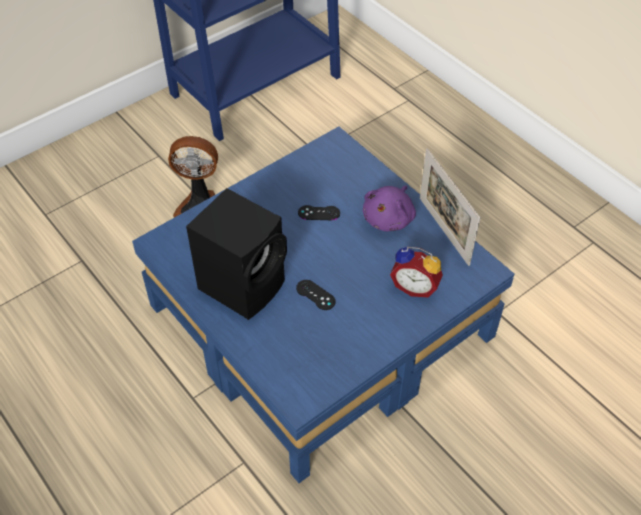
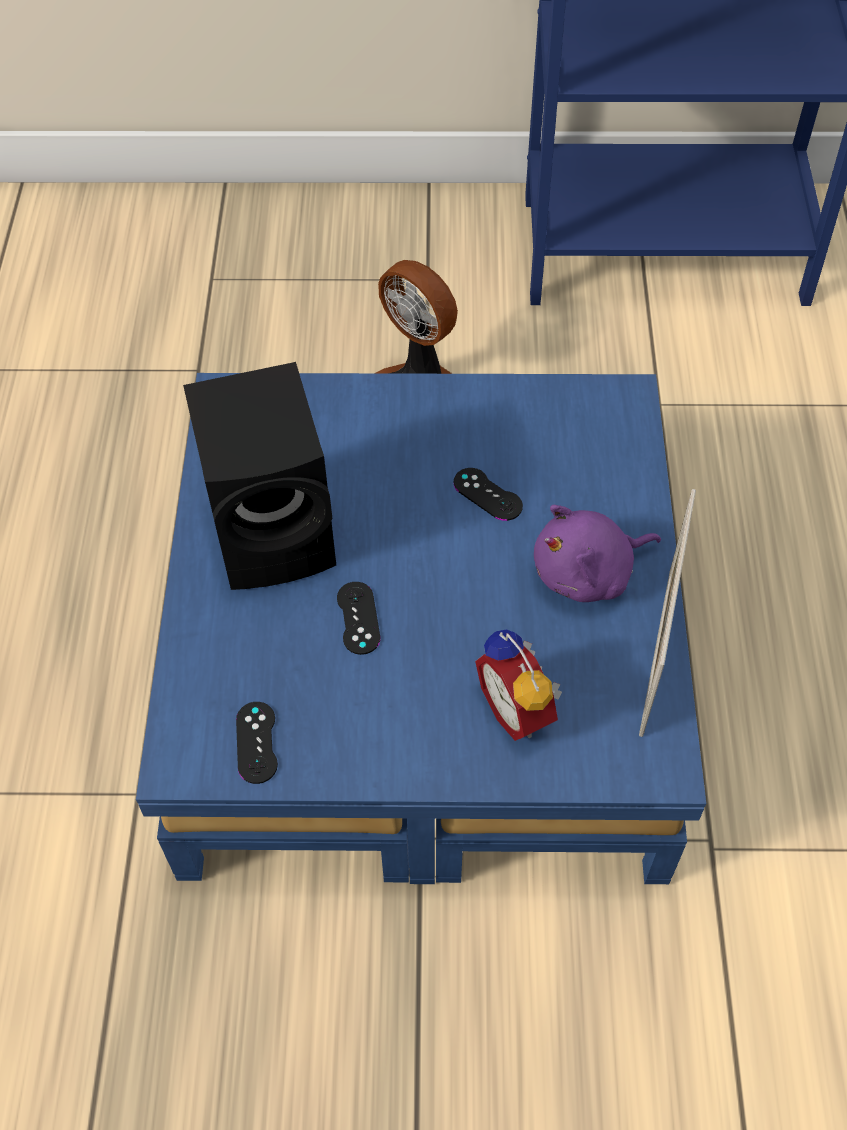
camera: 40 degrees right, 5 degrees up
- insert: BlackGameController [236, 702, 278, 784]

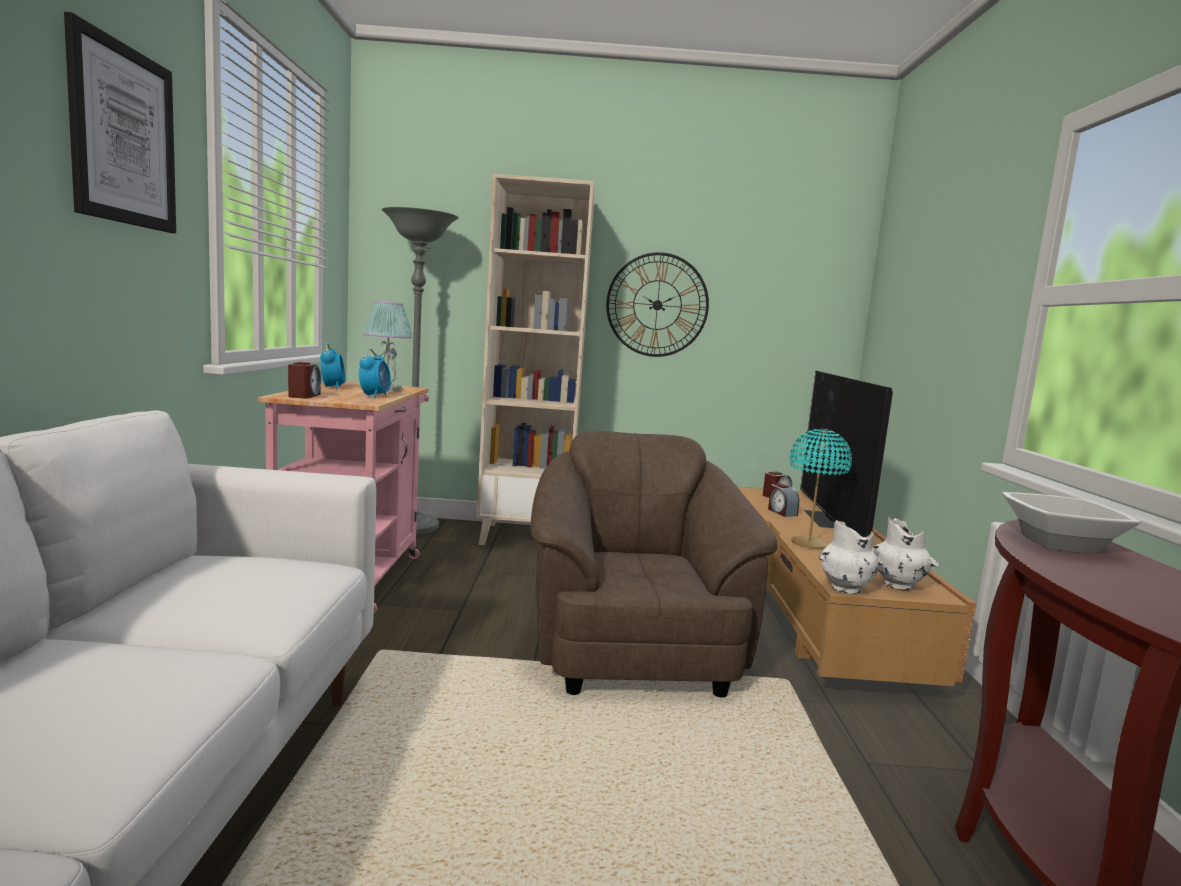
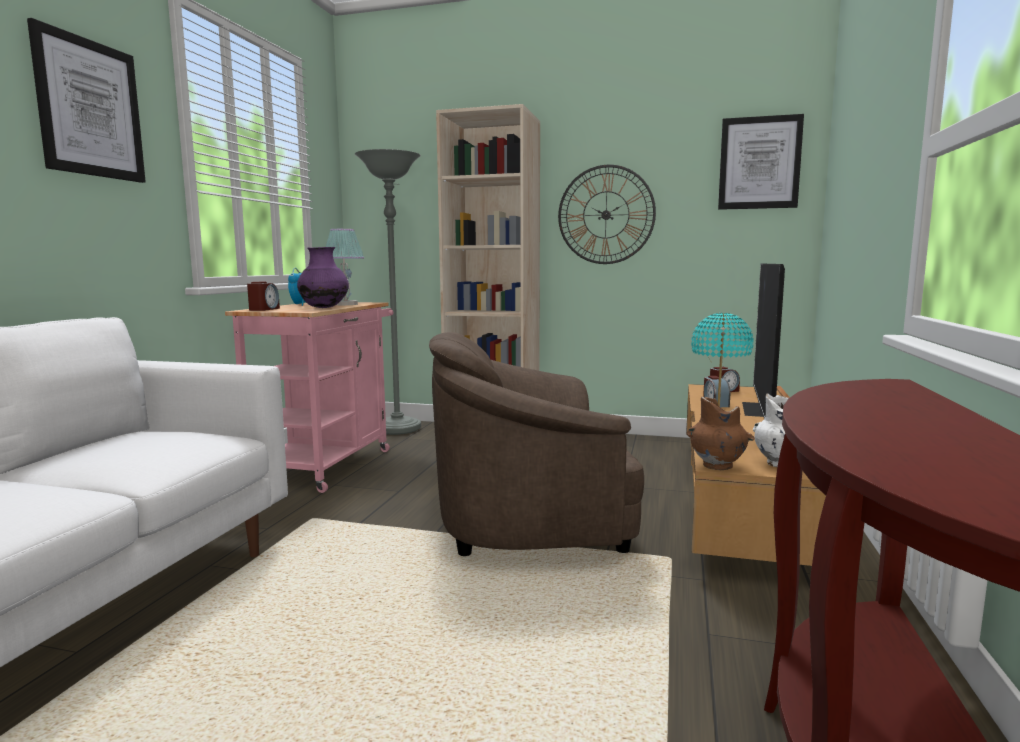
camera: 15 degrees right, 0 degrees up
- delete: Bowl [1002, 492, 1141, 554]
- insert: Picture [718, 114, 804, 210]
- replace: AlarmClock [359, 349, 391, 398] to PurpleVase [297, 247, 349, 308]
- recolor: WhiteVase [819, 520, 883, 594] to BrownVase [687, 397, 755, 470]
- rotate: BrownArmchair [531, 431, 777, 698] = [429, 332, 644, 556] 105 degrees counterclockwise

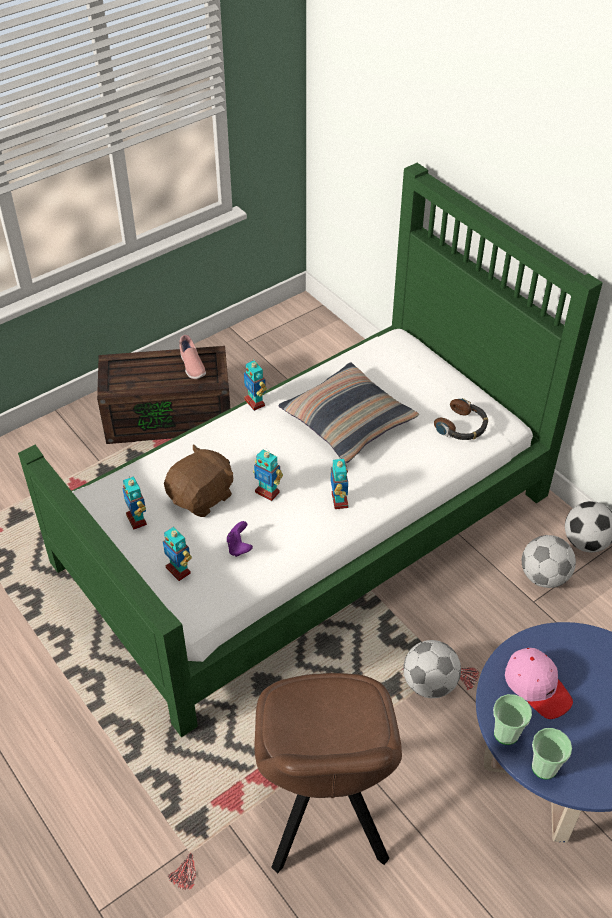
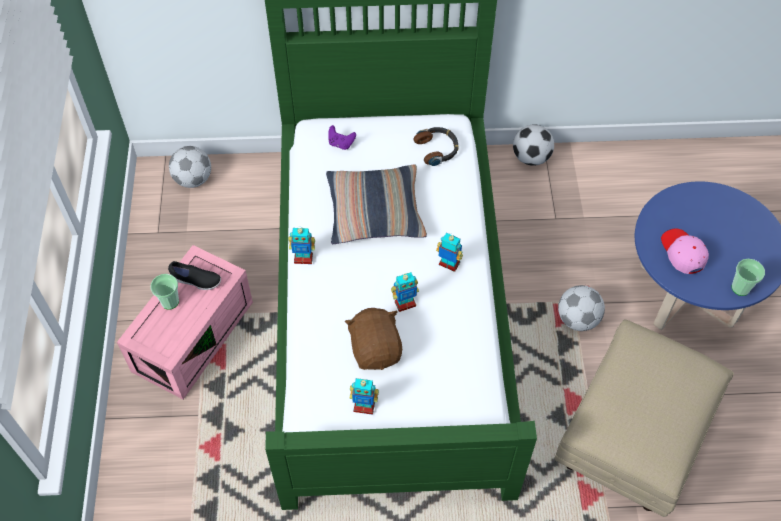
camera: 55 degrees left, 10 degrees up
- delete: ToyRobot [163, 527, 192, 581]
- move: PurpleGameController [227, 521, 253, 557] to [328, 125, 356, 150]
- move: Cup [493, 694, 532, 745] to [151, 274, 179, 310]
- move: Football [522, 535, 576, 588] to [169, 146, 211, 188]
- replace: BrownChair [254, 673, 402, 873] to BeigeOttoman [554, 319, 734, 517]
- recolor: BrownStorageBox [97, 346, 230, 444] to PinkStorageBox [117, 245, 253, 399]
- recolor: PinkShoe [179, 335, 206, 379] to BlackShoe [168, 261, 221, 290]
- rotate: PinkCap [505, 648, 573, 719] = [661, 229, 709, 274] 105 degrees counterclockwise

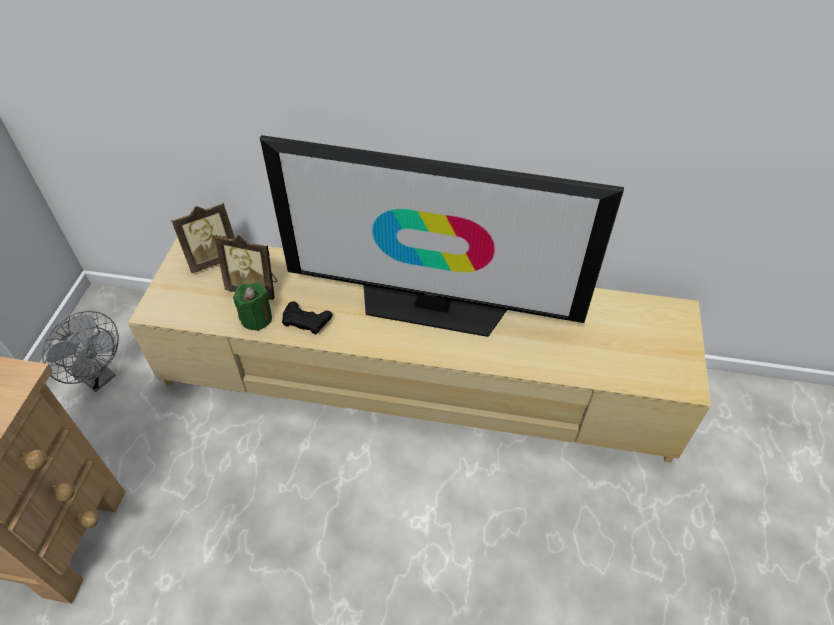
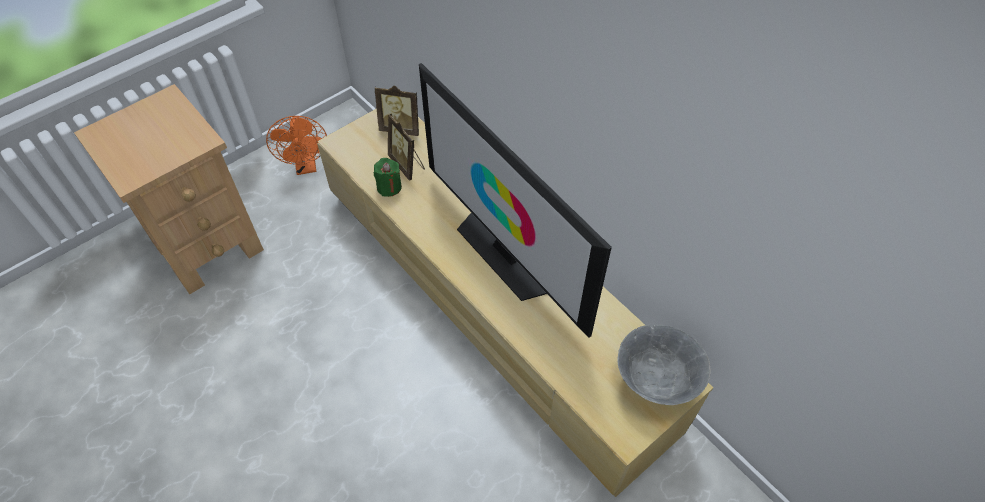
camera: 40 degrees right, 5 degrees up
- delete: BlackGameController [282, 301, 333, 334]
- insert: GreyBowl [618, 325, 711, 405]
- recolor: GreyFan [42, 311, 119, 392] to OrangeFan [266, 116, 327, 175]

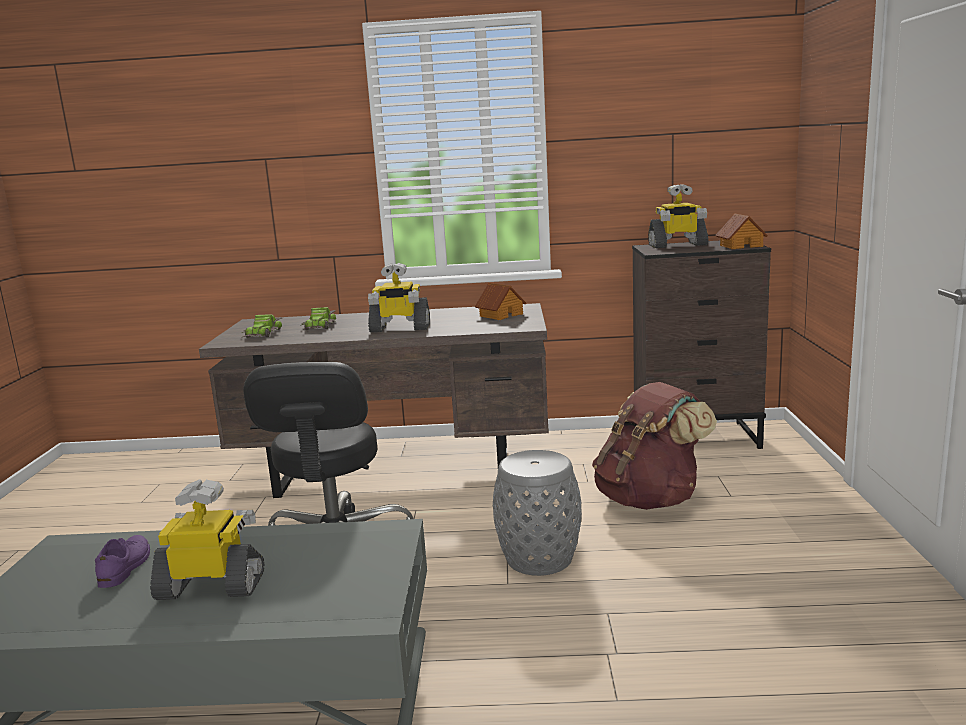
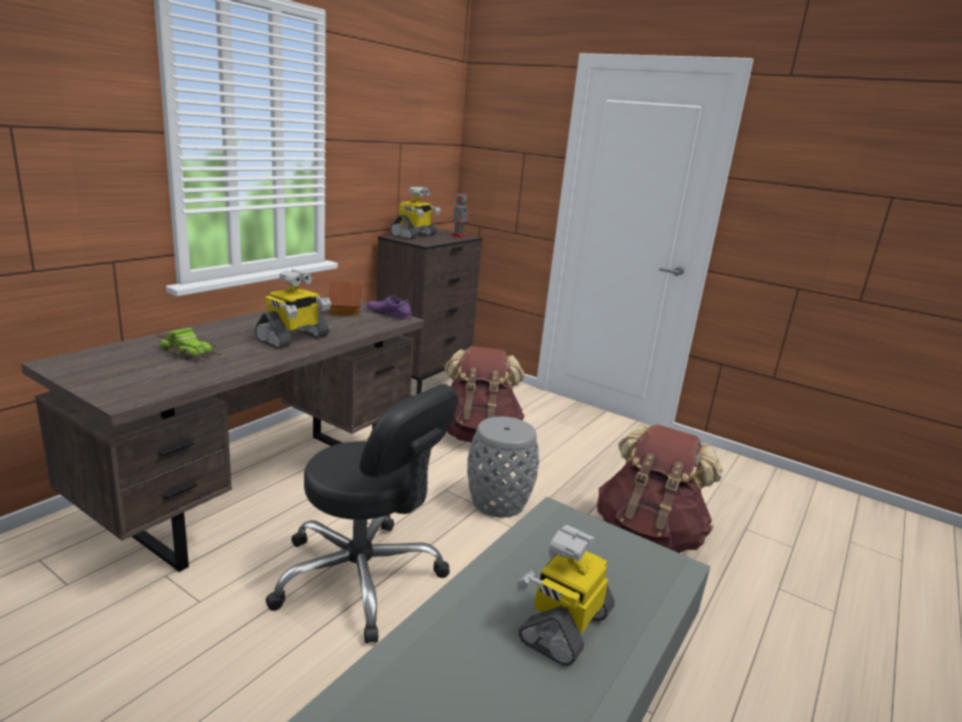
camera: 60 degrees left, 5 degrees up
- delete: ToyCar [241, 314, 283, 338]
- insert: BrownBackpack [597, 424, 723, 553]
- move: PurpleShoe [95, 535, 150, 588] to [367, 295, 412, 319]
- replace: ToyHouse [715, 214, 768, 249] to ToyRobot [451, 191, 469, 238]

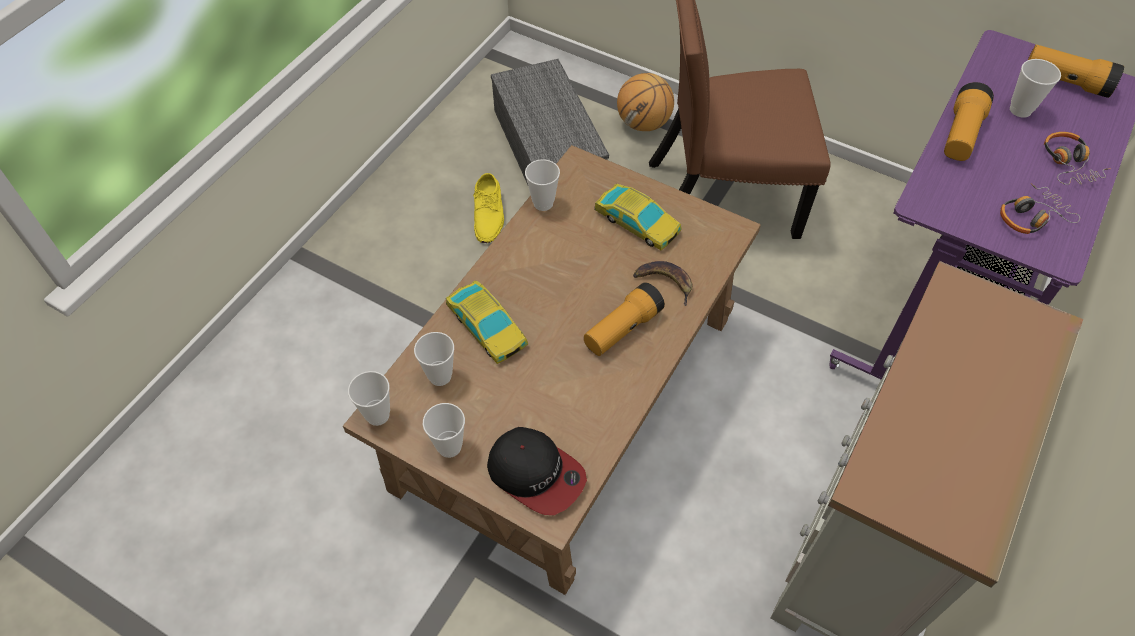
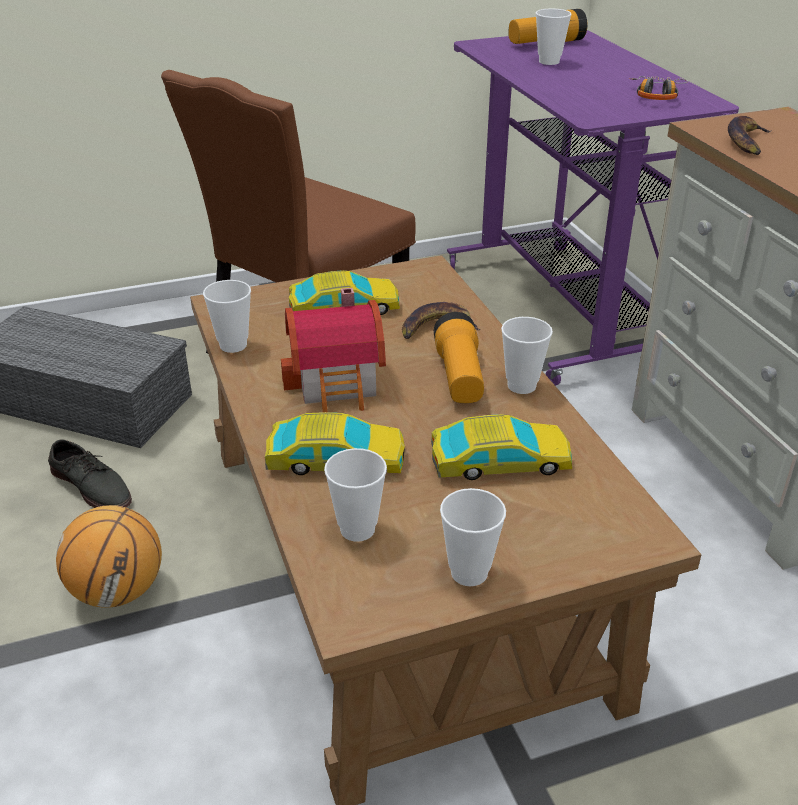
camera: 50 degrees left, 20 degrees down
- delete: Cap [487, 427, 587, 515]
- delete: Flashlight [944, 82, 994, 161]
- delete: Headphones [1044, 132, 1111, 185]
- insert: ToyHouse [281, 288, 386, 412]
- insert: ToyCar [431, 414, 572, 480]
- insert: Banana [728, 116, 772, 155]
- move: Cup [348, 371, 390, 426] to [501, 317, 553, 394]
- move: Basketball [617, 73, 674, 131] to [56, 505, 162, 608]
- recolor: YellowShoe [473, 173, 504, 243] to GreyShoe [48, 439, 132, 508]

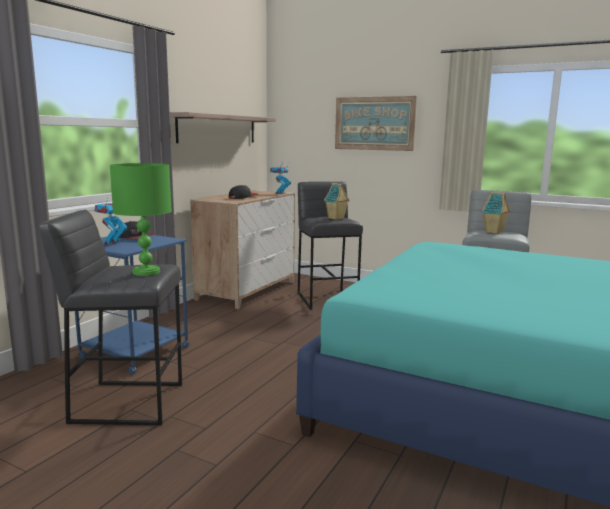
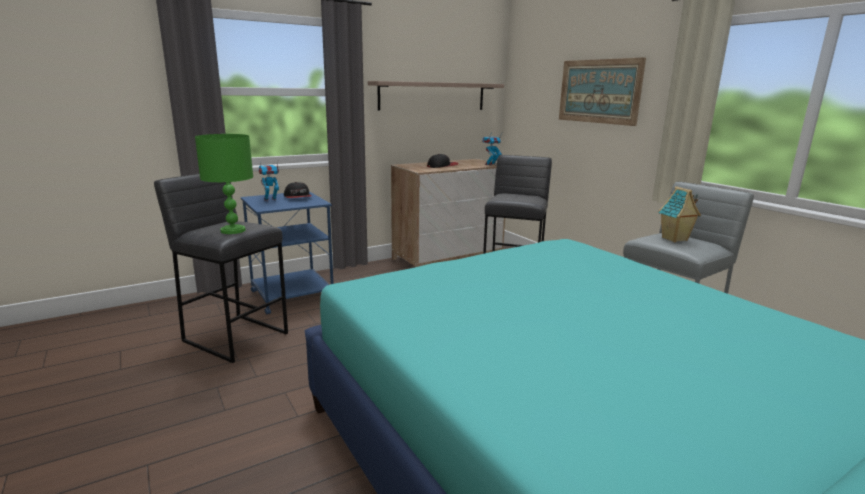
camera: 30 degrees right, 5 degrees up
- delete: ToyHouse [324, 183, 350, 220]

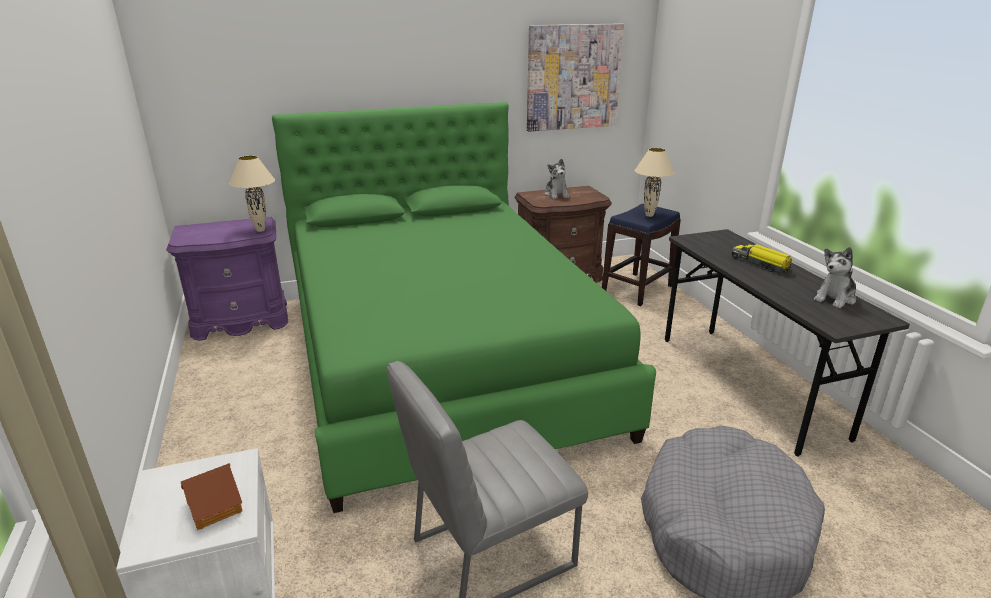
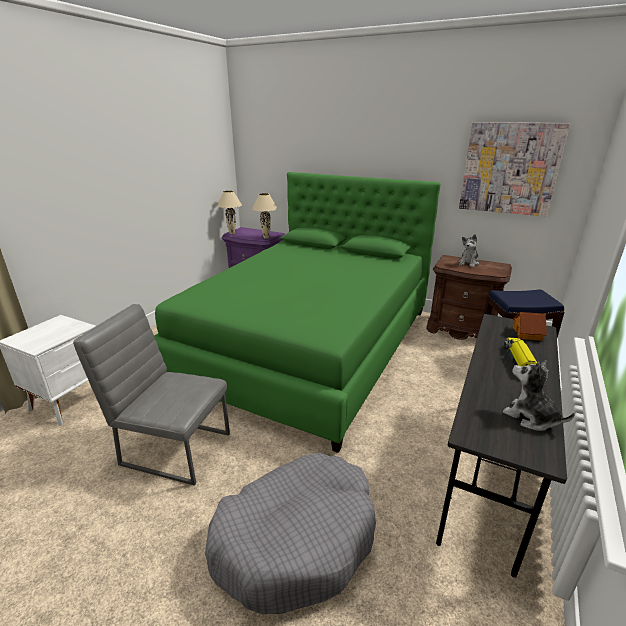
camera: 45 degrees right, 0 degrees up
- move: ToyHouse [181, 463, 243, 530] to [512, 312, 547, 341]
- move: BeigeTableLamp [635, 148, 675, 217] to [217, 191, 242, 234]
- rotate: PlushToy [814, 247, 856, 308] = [503, 360, 575, 431] 45 degrees clockwise

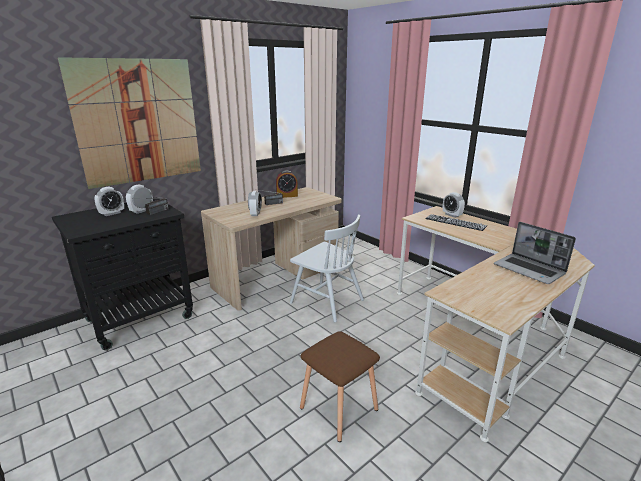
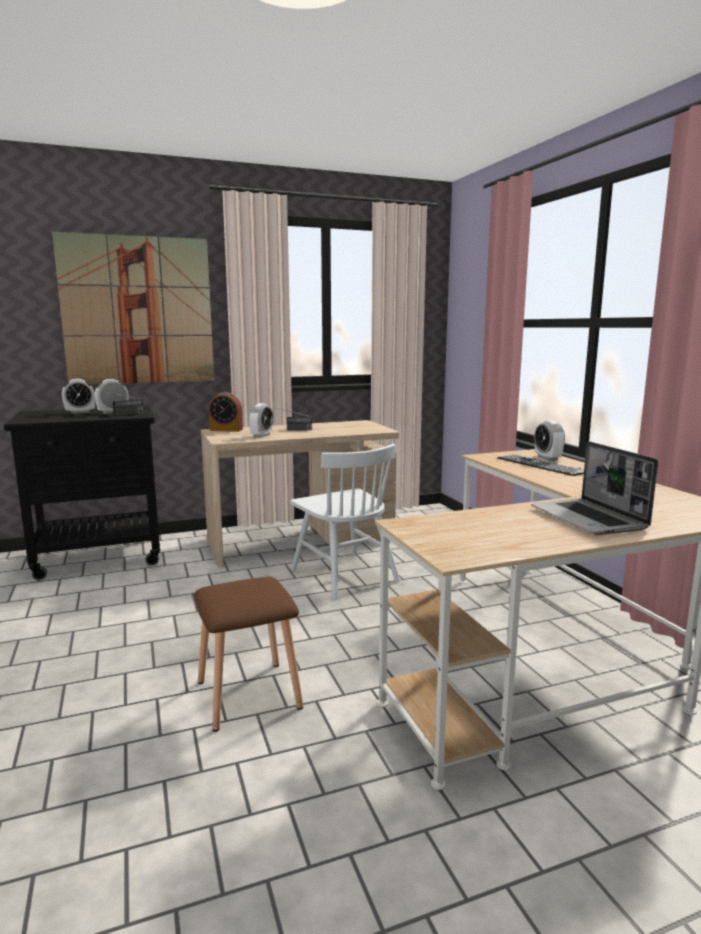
camera: 20 degrees right, 10 degrees down
- move: AlarmClock [276, 170, 298, 198] to [209, 392, 243, 432]

